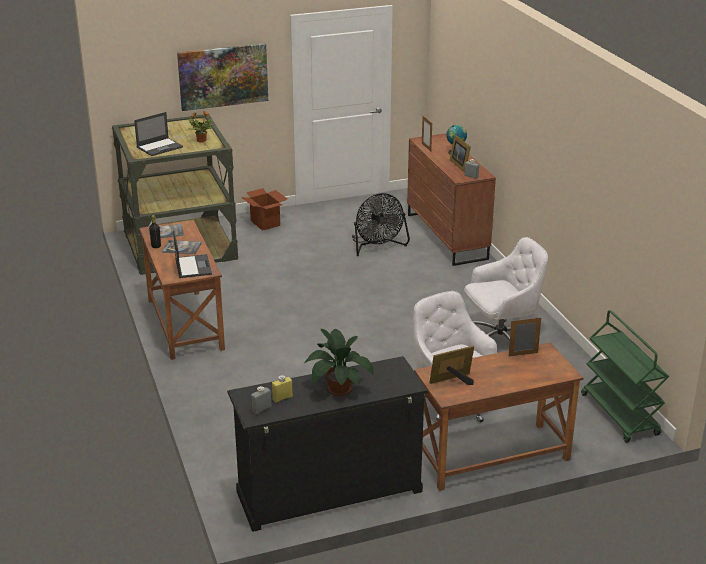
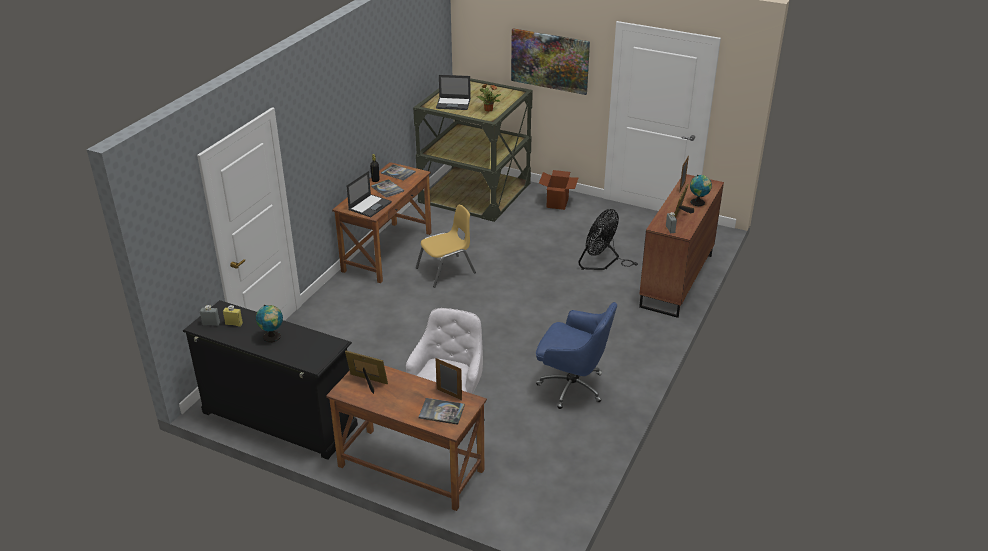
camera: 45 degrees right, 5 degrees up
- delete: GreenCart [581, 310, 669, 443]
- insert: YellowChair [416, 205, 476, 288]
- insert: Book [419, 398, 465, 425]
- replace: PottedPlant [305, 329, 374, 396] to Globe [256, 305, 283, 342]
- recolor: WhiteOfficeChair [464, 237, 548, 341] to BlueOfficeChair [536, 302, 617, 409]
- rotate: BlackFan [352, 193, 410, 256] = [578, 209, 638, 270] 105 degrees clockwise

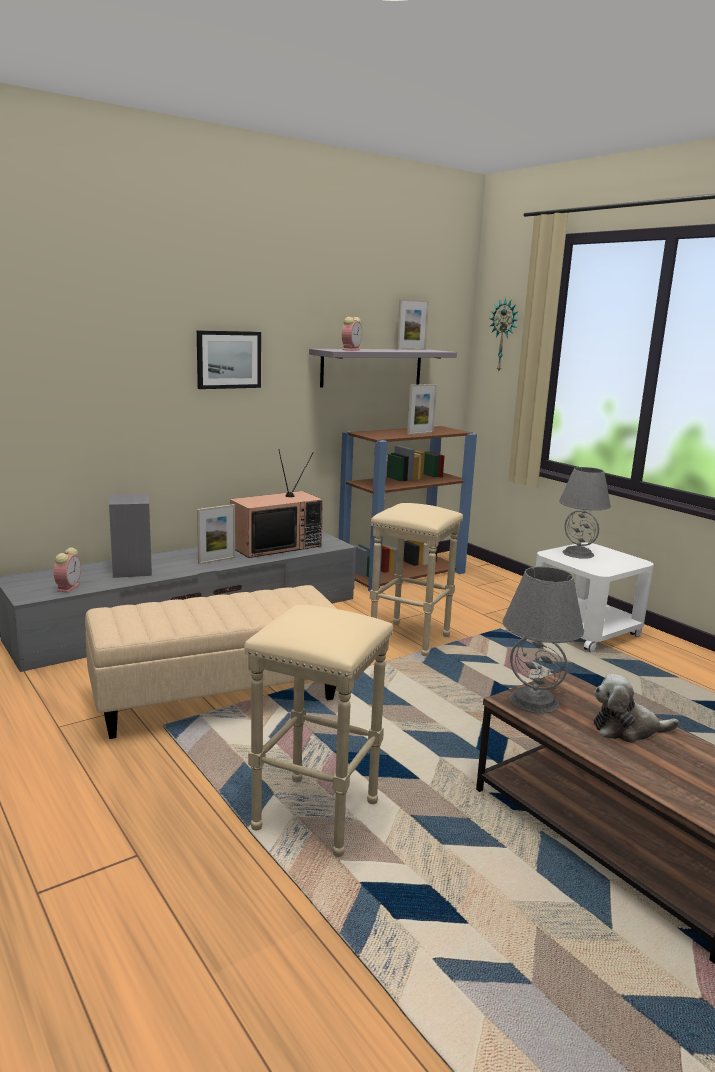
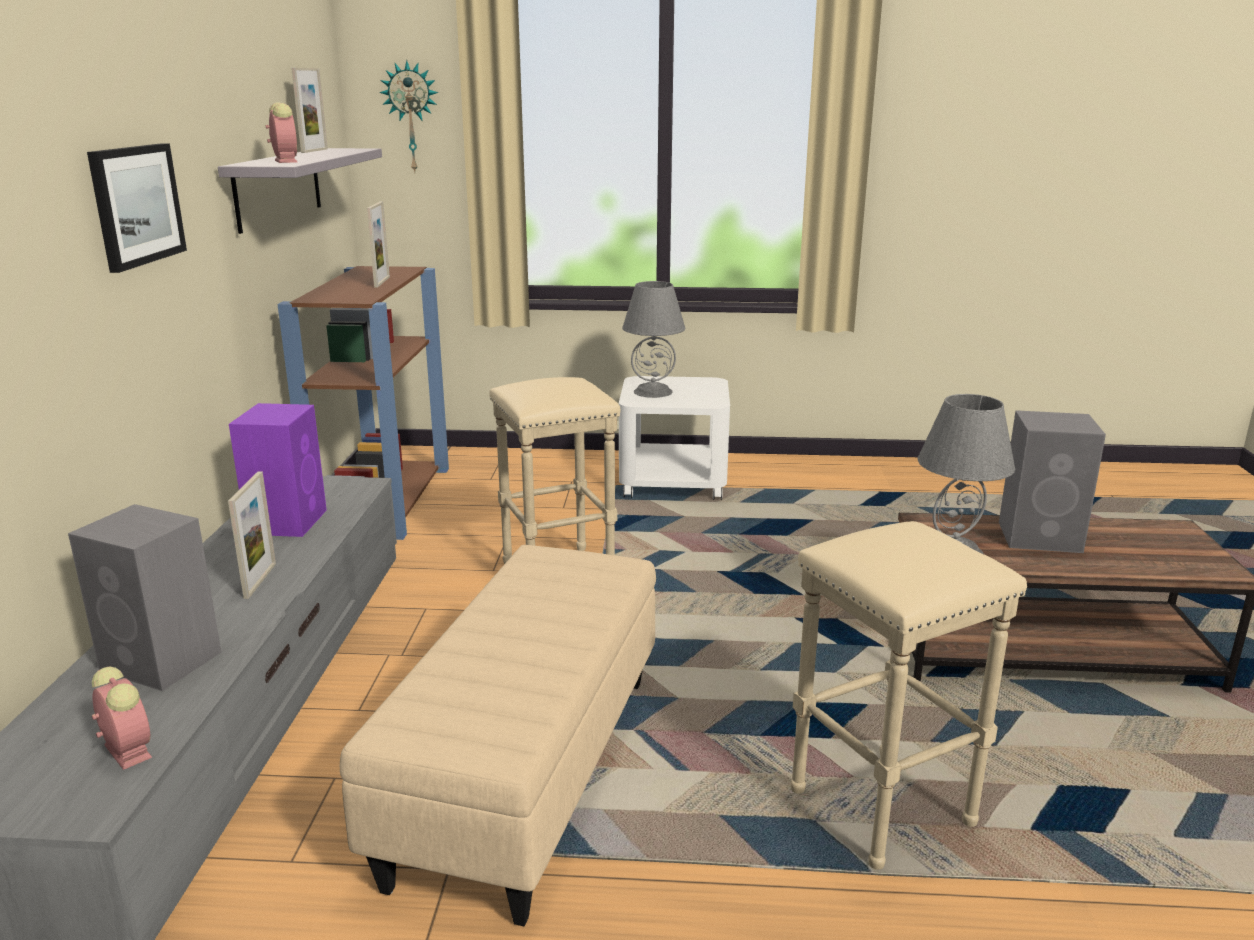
camera: 50 degrees left, 5 degrees up
- replace: Television [230, 449, 323, 558] to PurpleSpeaker [229, 403, 327, 537]
- replace: PlushToy [594, 674, 679, 743] to GreySpeaker [999, 410, 1106, 553]

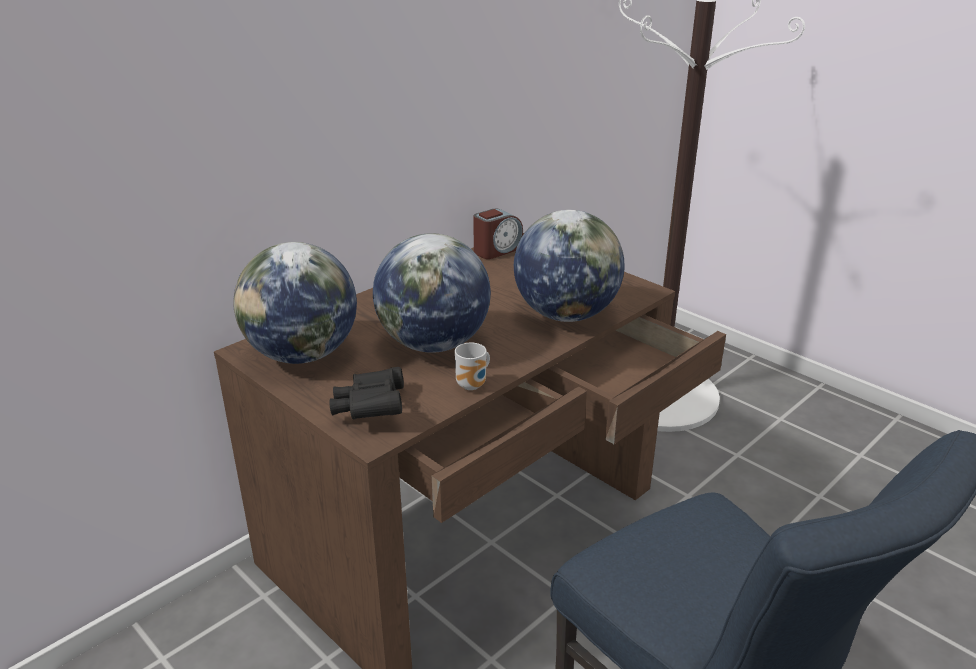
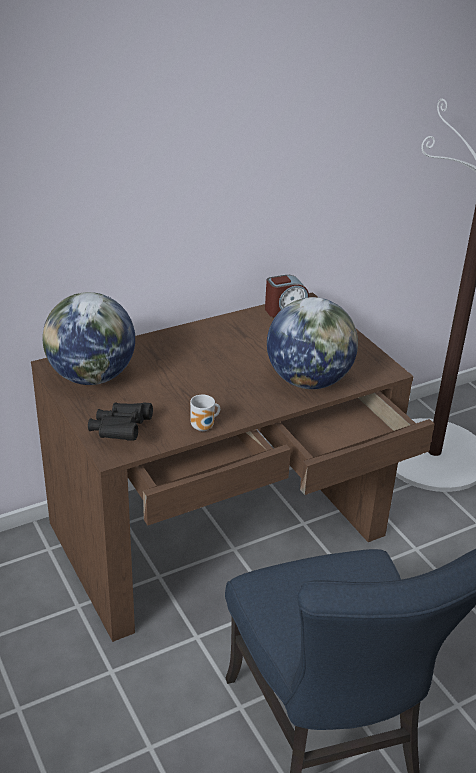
camera: 15 degrees right, 5 degrees up
- delete: Globe [373, 233, 491, 353]

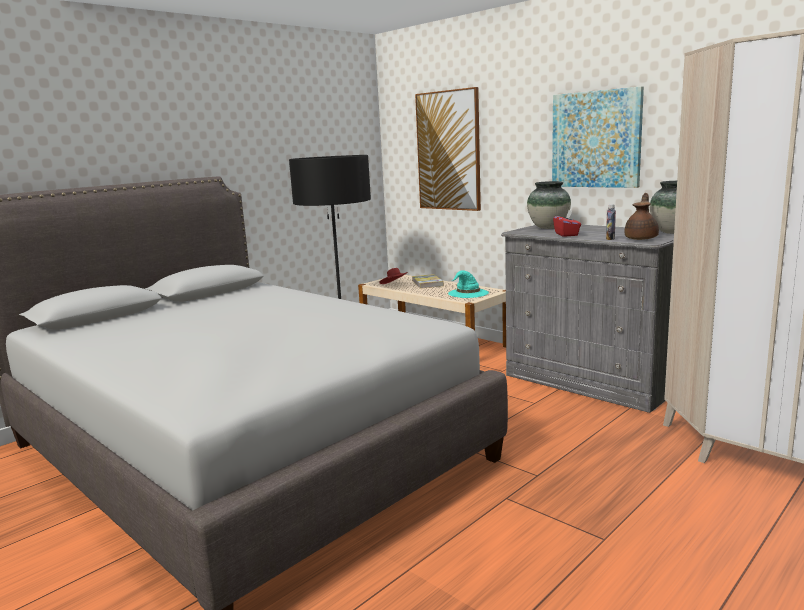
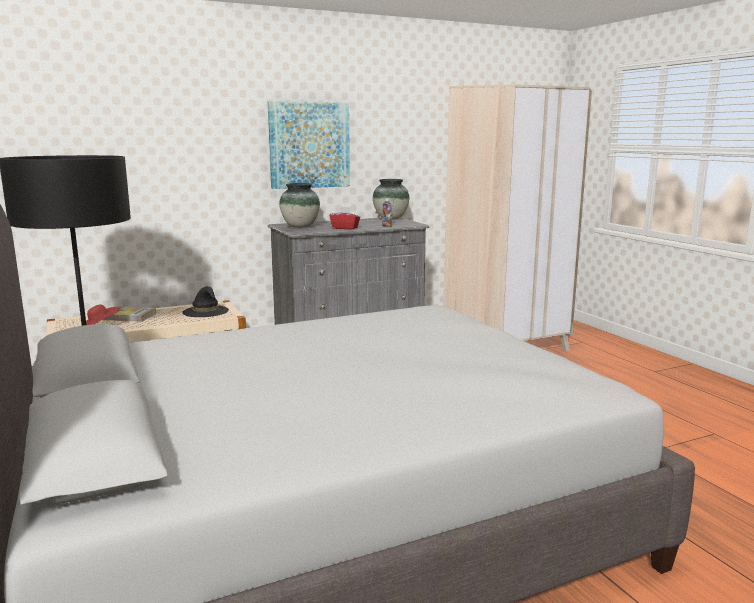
camera: 70 degrees left, 0 degrees up
- delete: Picture [415, 87, 481, 211]
- delete: BrownTeapot [625, 193, 659, 240]
- recolor: TurquoiseHat [448, 270, 489, 298] to BlackHat [182, 286, 229, 317]

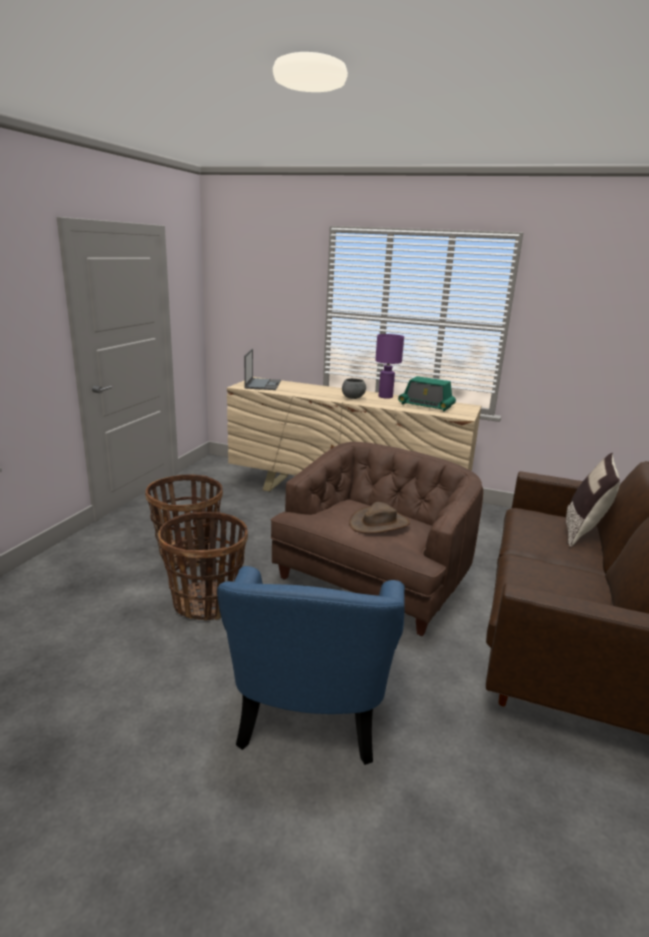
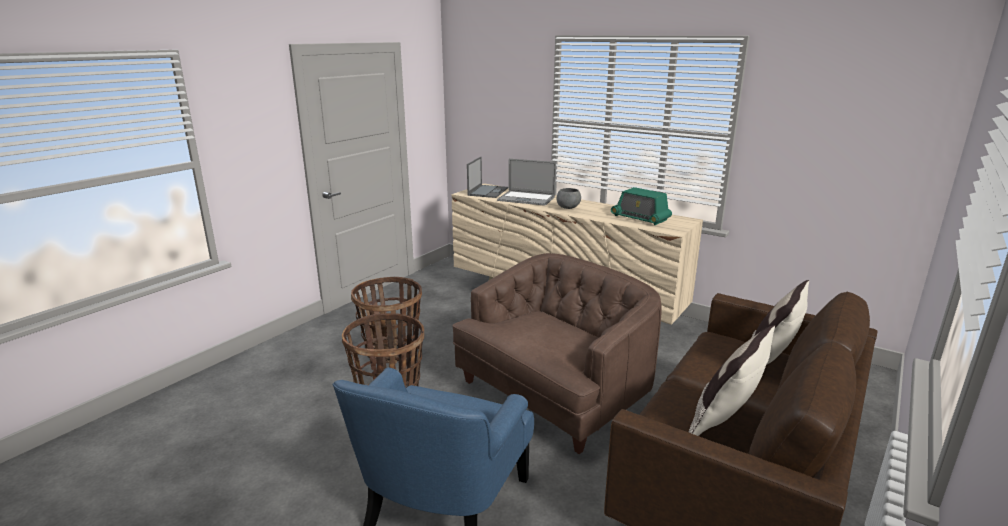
camera: 15 degrees right, 0 degrees up
- delete: BrownHat [349, 502, 410, 534]
- delete: PurpleTableLamp [375, 334, 404, 399]
- insert: Laptop [497, 158, 556, 206]
- insert: Pillow [689, 325, 775, 436]

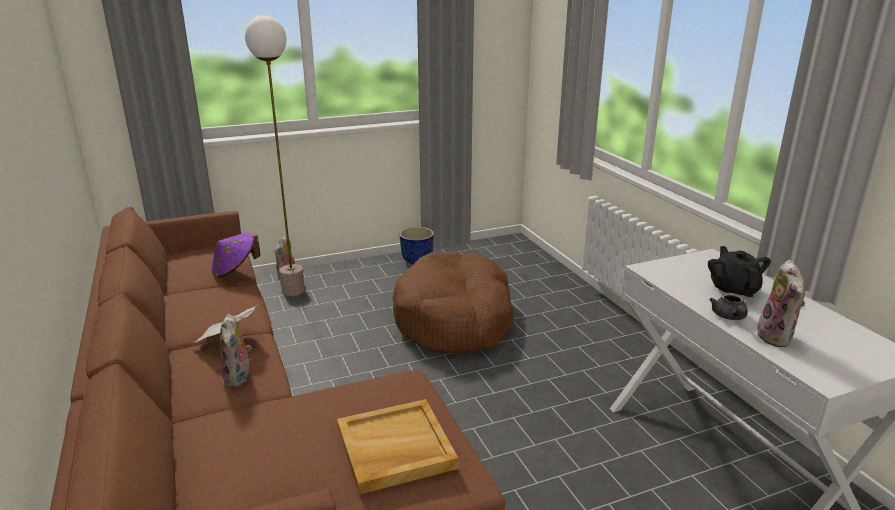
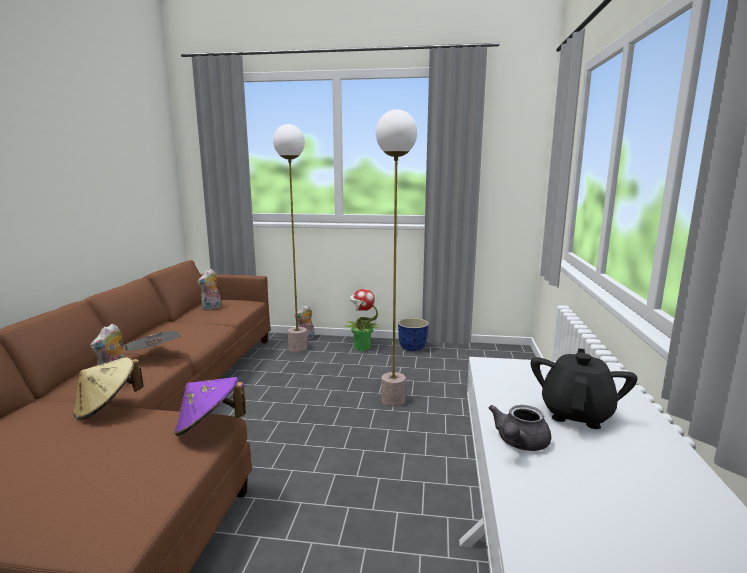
camera: 30 degrees right, 10 degrees down
- delete: BeigeTray [337, 399, 458, 495]
- insert: BeigeHat [73, 357, 144, 421]
- insert: PottedPlant [343, 289, 379, 351]
- move: PurpleHat [212, 233, 261, 278] to [174, 377, 246, 436]
- move: PlushToy [757, 260, 805, 347] to [197, 269, 221, 310]
- replace: BrownDogBed [392, 252, 514, 353] to FloorLamp [376, 109, 417, 407]

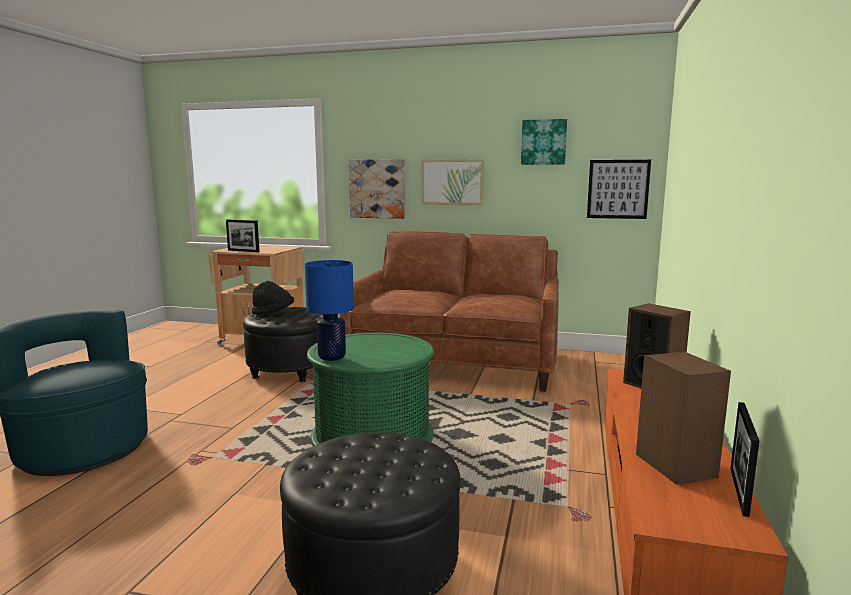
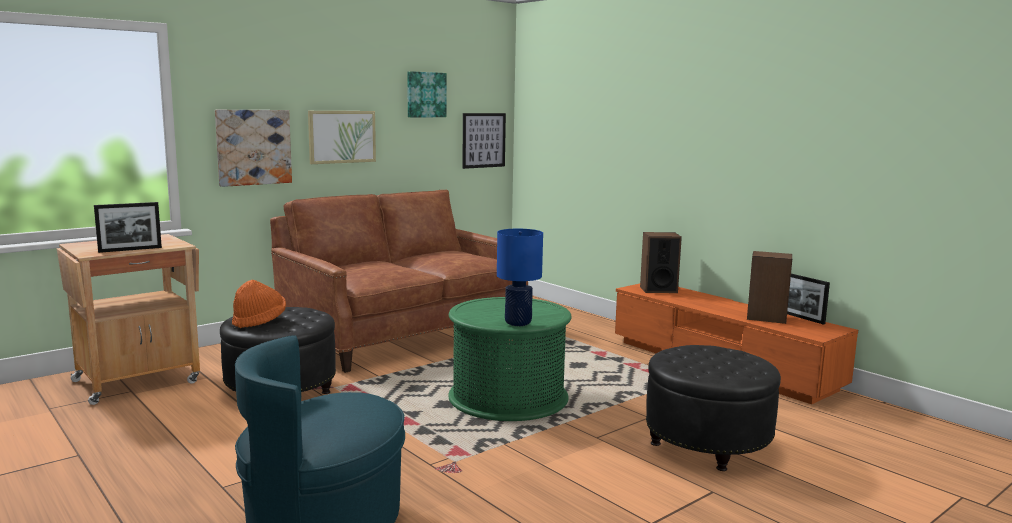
camera: 55 degrees left, 0 degrees up
- recolor: BlackHat [252, 281, 294, 315] to OrangeHat [232, 280, 286, 328]

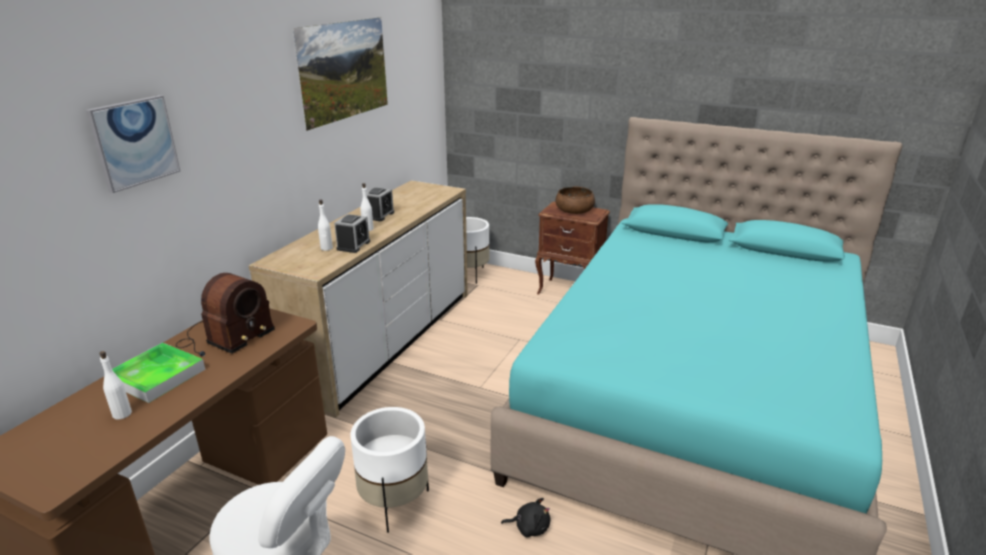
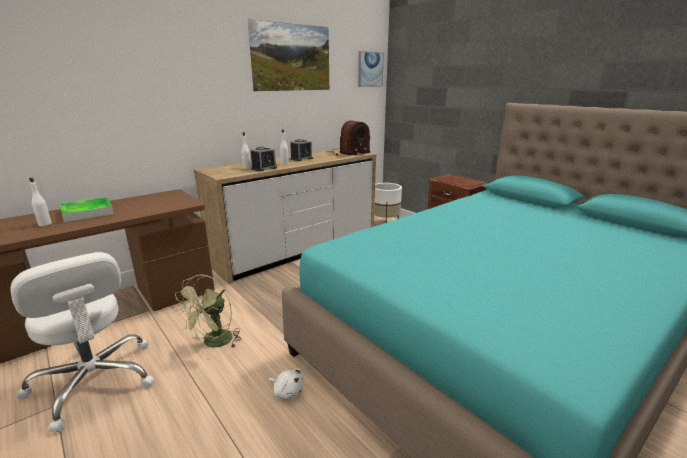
camera: 25 degrees right, 5 degrees down
- delete: BrownBowl [555, 186, 595, 214]
- move: Picture [86, 95, 180, 193] to [358, 51, 384, 87]
- move: Radio [176, 273, 275, 357] to [327, 121, 370, 156]
- replace: WhitePlanter [351, 407, 429, 533] to GreenFan [175, 274, 242, 348]
- recolor: BlackPlushToy [501, 498, 550, 537] to WhitePlushToy [268, 369, 304, 399]

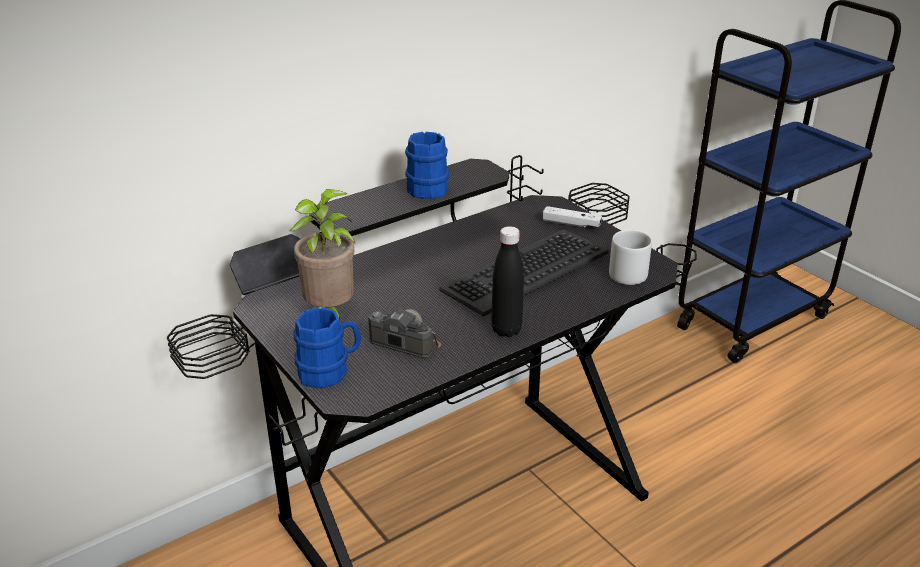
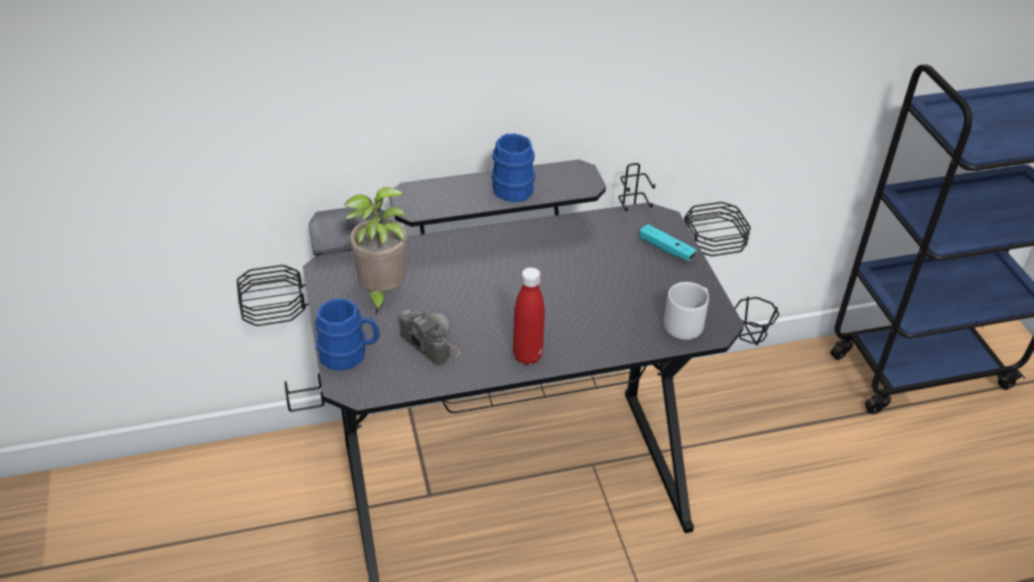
camera: 20 degrees right, 10 degrees up
- delete: Keyboard [439, 229, 609, 316]
- recolor: BlackBottle [491, 226, 524, 337] to RedBottle [513, 267, 545, 365]
- recolor: WhiteGameController [543, 206, 602, 228] to TurquoiseGameController [639, 224, 697, 261]

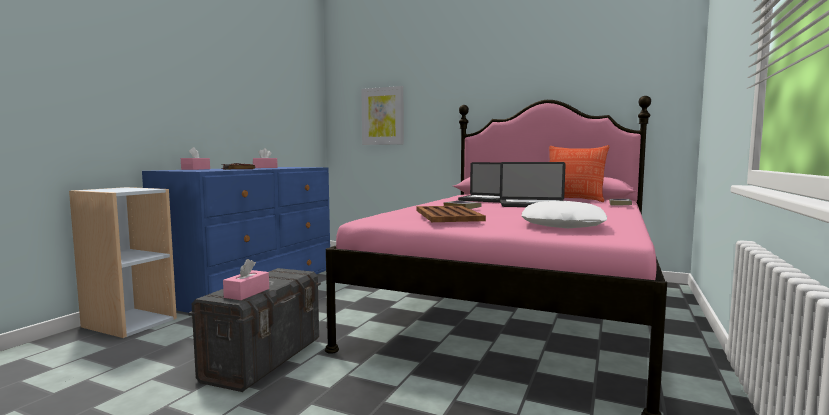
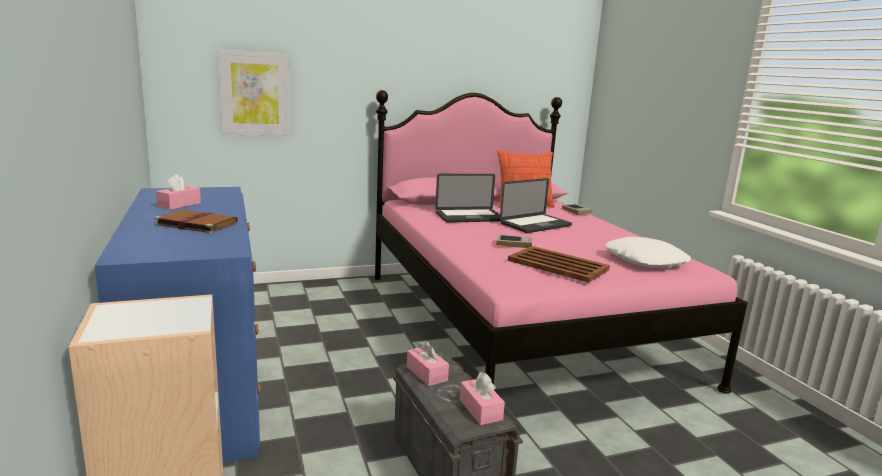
camera: 45 degrees left, 10 degrees up
- move: PinkTissueBox [181, 147, 210, 170] to [407, 340, 449, 386]

